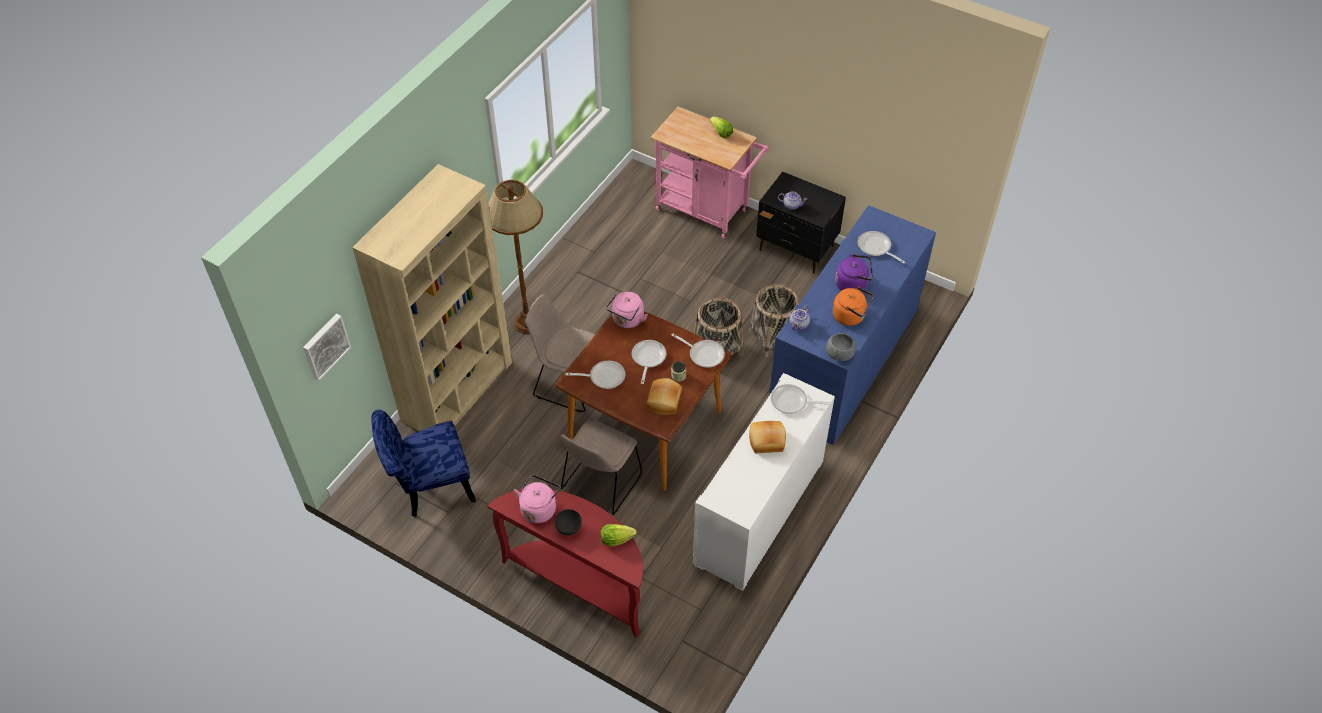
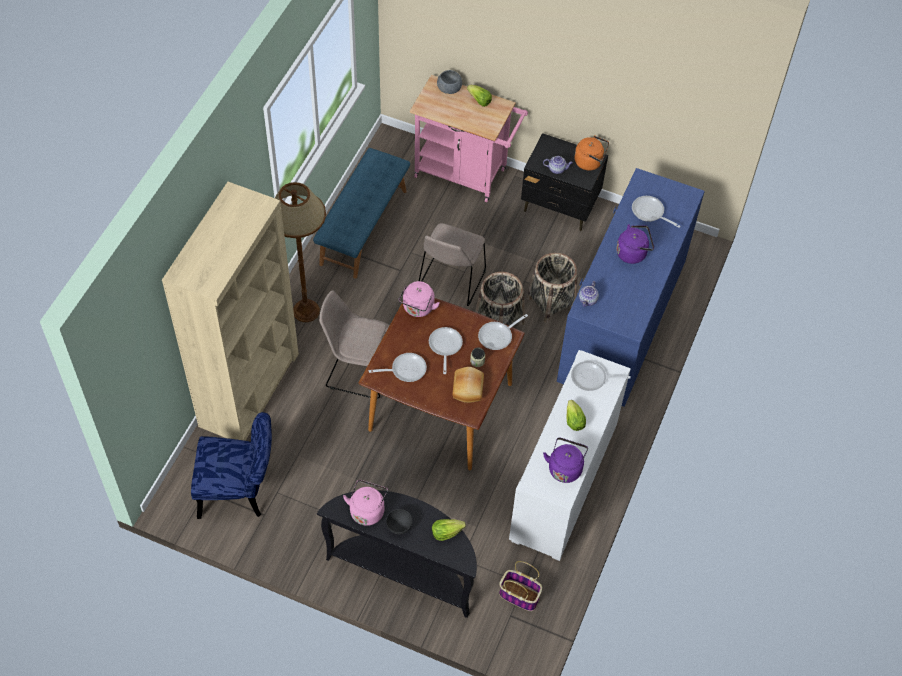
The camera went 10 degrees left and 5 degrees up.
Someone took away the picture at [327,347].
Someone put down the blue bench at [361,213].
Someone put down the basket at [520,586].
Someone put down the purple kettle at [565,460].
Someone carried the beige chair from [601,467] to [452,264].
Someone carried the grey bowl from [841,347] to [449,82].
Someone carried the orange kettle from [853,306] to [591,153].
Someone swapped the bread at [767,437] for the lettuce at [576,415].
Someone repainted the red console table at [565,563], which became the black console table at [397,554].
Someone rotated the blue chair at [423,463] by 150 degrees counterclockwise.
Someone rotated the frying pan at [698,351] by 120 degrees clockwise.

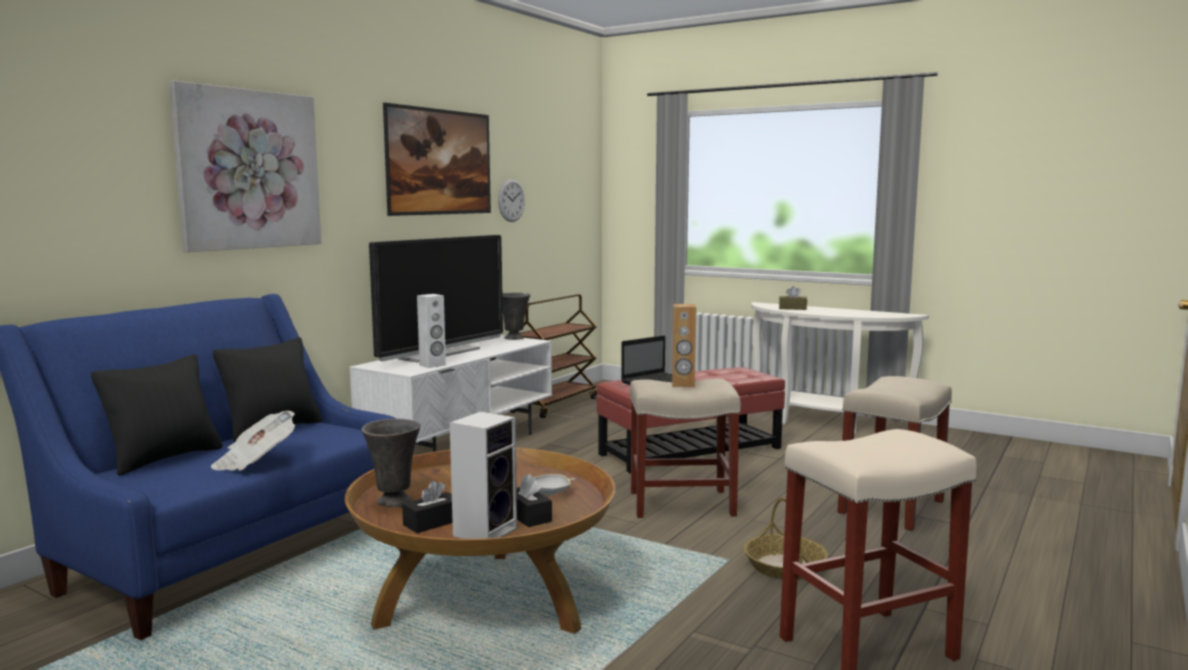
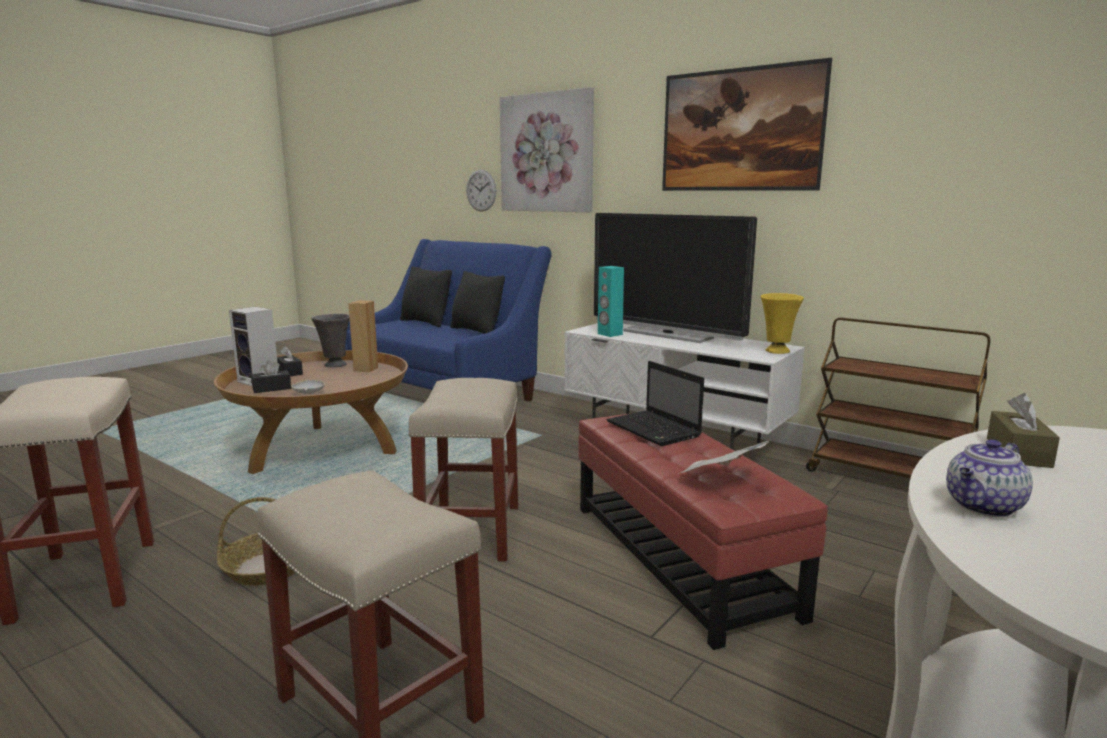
The camera went 95 degrees right and 5 degrees up.
Someone put down the teapot at [989,478].
Someone carried the newspaper from [253,441] to [724,457].
Someone carried the wall clock from [511,200] to [481,191].
Someone carried the brown speaker from [684,346] to [363,336].
Someone repainted the white speaker at [431,331], which became the turquoise speaker at [611,301].
Someone repainted the grey vase at [516,316], which became the yellow vase at [782,323].

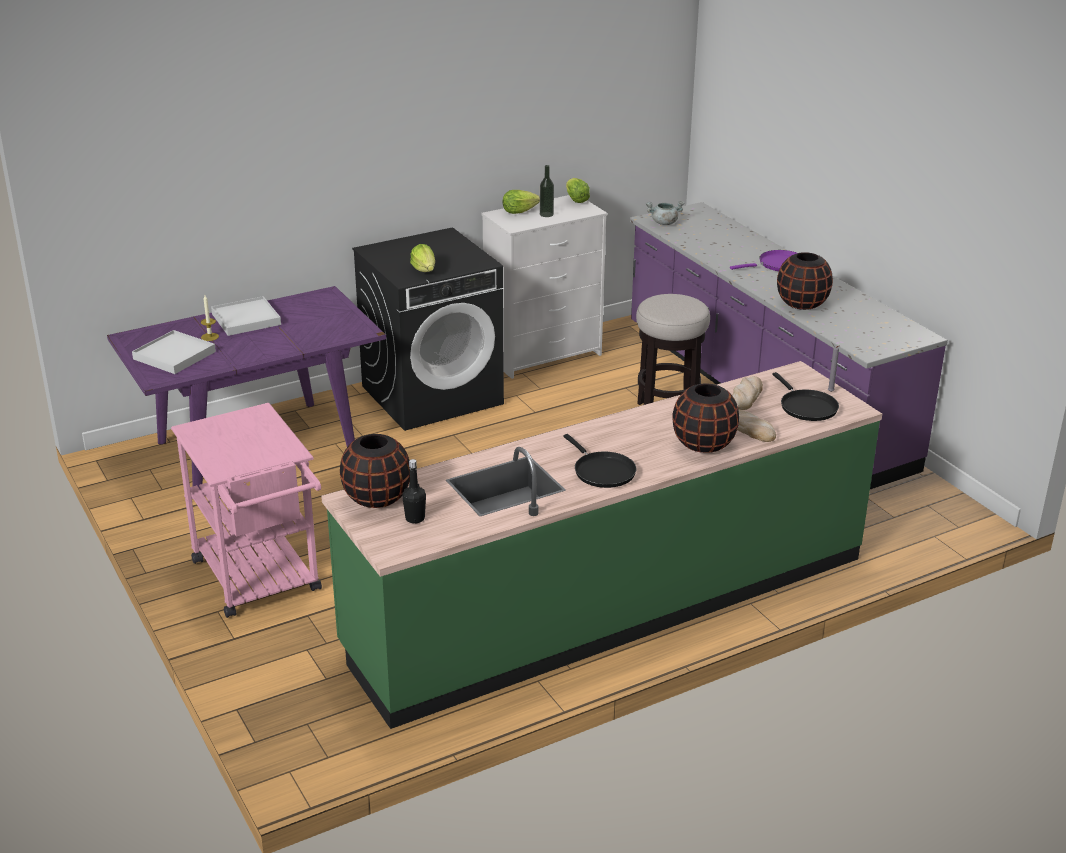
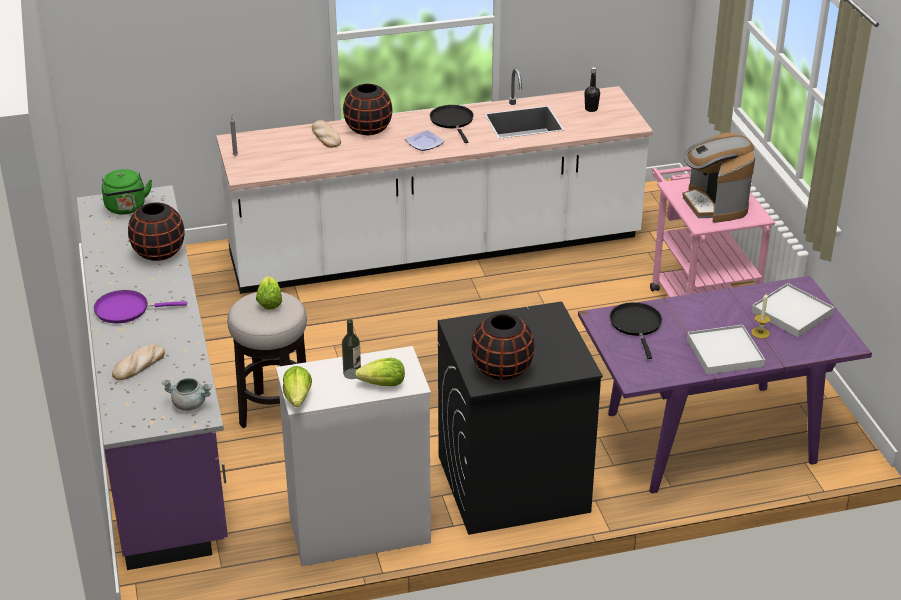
The camera went 165 degrees left and 5 degrees up.
Someone put down the green kettle at [127,192].
Someone put down the plate at [425,140].
Someone put down the coffee machine at [719,178].
Someone carried the black vase from [375,471] to [503,347].
Someone carried the lettuce from [422,258] to [269,293].
Someone carried the bread from [747,393] to [138,362].
Someone carried the black frying pan from [805,396] to [636,330].
Someone repainted the green counter at [601,545], which became the white counter at [434,181].

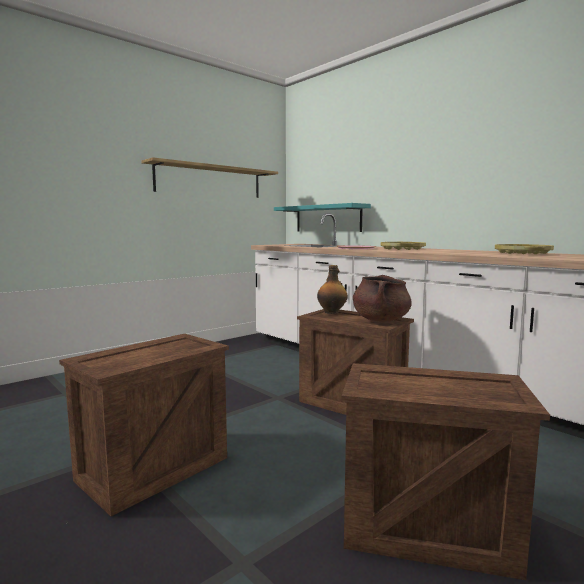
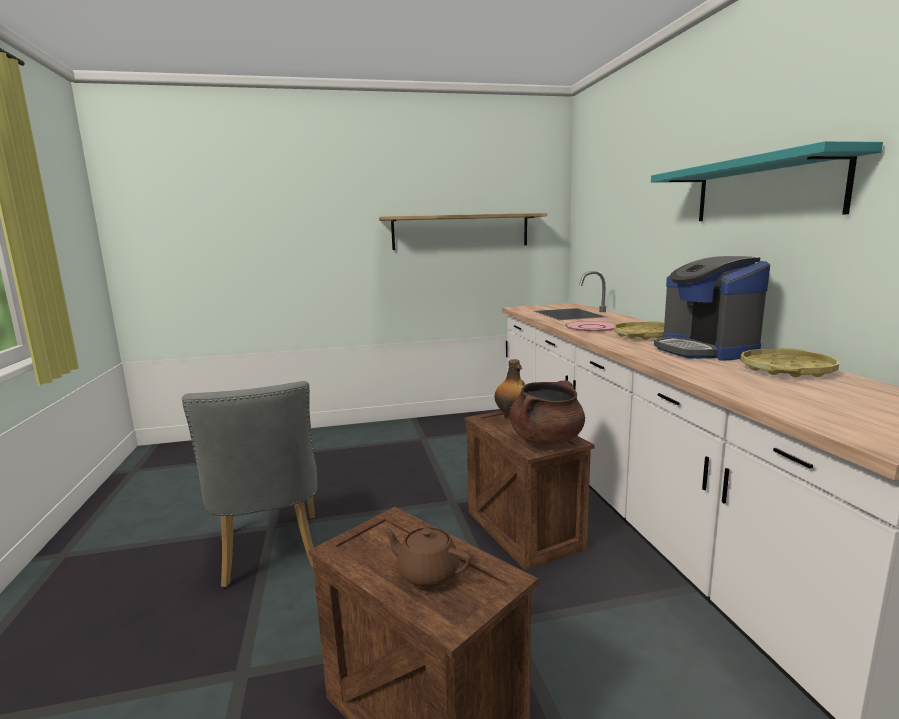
The camera went 30 degrees right and 5 degrees up.
Someone put down the brown teapot at [426,557].
Someone put down the coffee machine at [712,308].
Someone carried the turquoise shelf from [322,217] to [767,181].
Someone swapped the crate at [144,425] for the grey chair at [250,484].

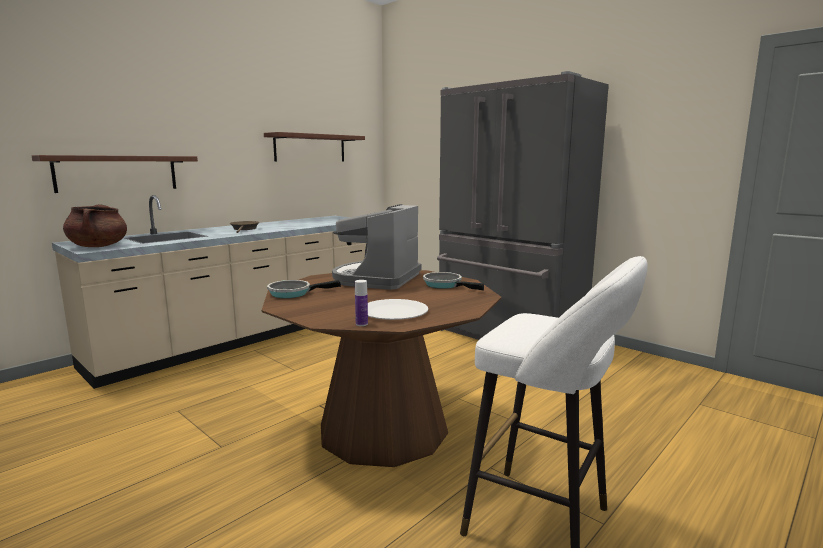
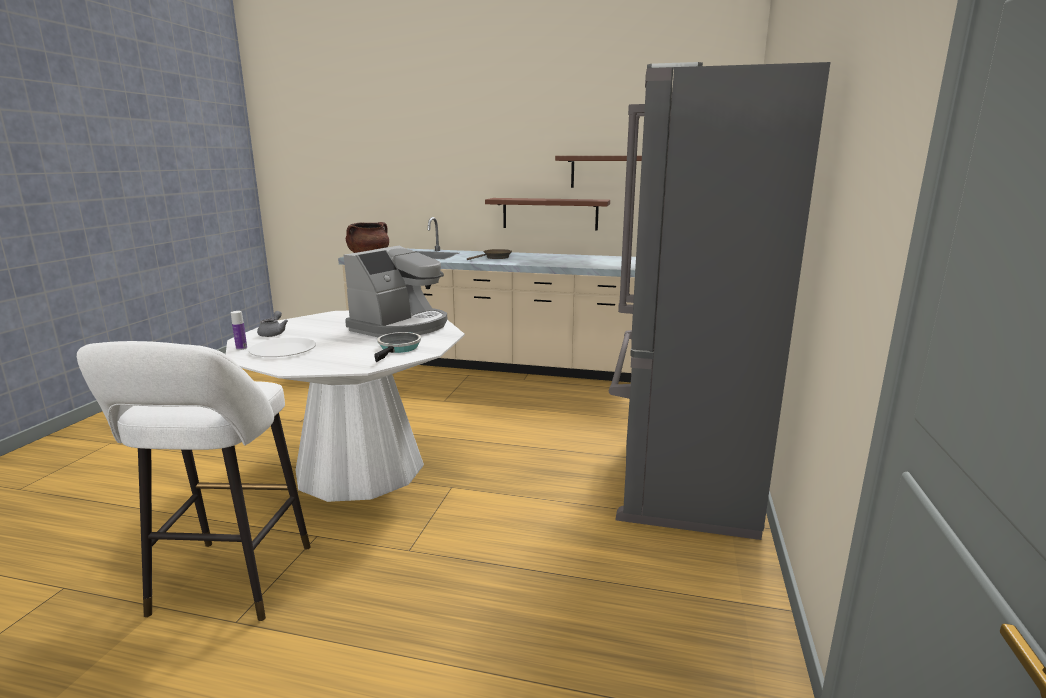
The camera went 60 degrees right and 5 degrees up.
Someone took away the frying pan at [304,289].
Someone put down the grey teapot at [272,324].
Someone carried the brown shelf from [115,174] to [547,214].
Someone repainted the brown dining table at [382,368], which became the white dining table at [345,406].
Someone rotated the coffee machine at [377,247] by 135 degrees clockwise.

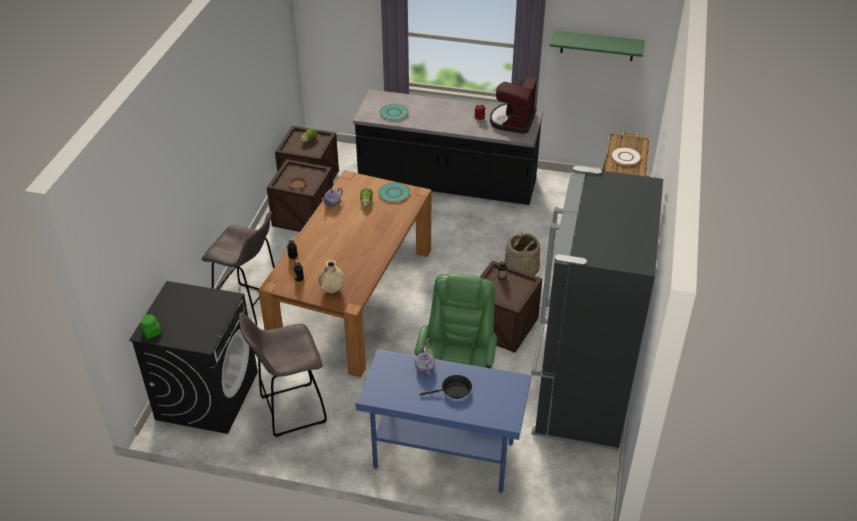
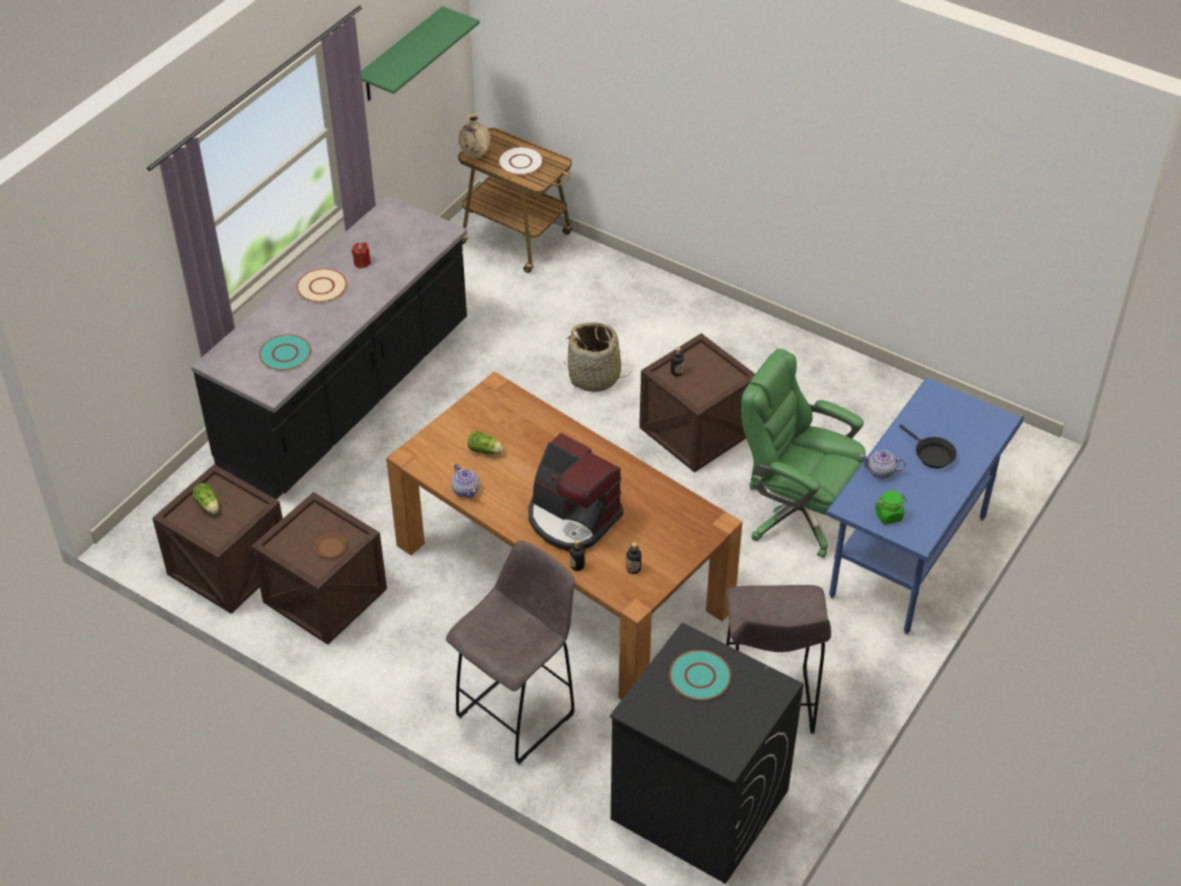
The camera went 70 degrees left and 5 degrees up.
Someone took away the black fridge at [597,308].
Someone put down the beige plate at [322,285].
Someone carried the green jar from [151,326] to [891,507].
Someone carried the beige vase from [331,276] to [475,135].
Someone carried the turquoise plate from [394,192] to [700,675].
Someone carried the coffee machine from [513,105] to [575,492].
Someone rotated the black frying pan at [446,387] by 135 degrees clockwise.

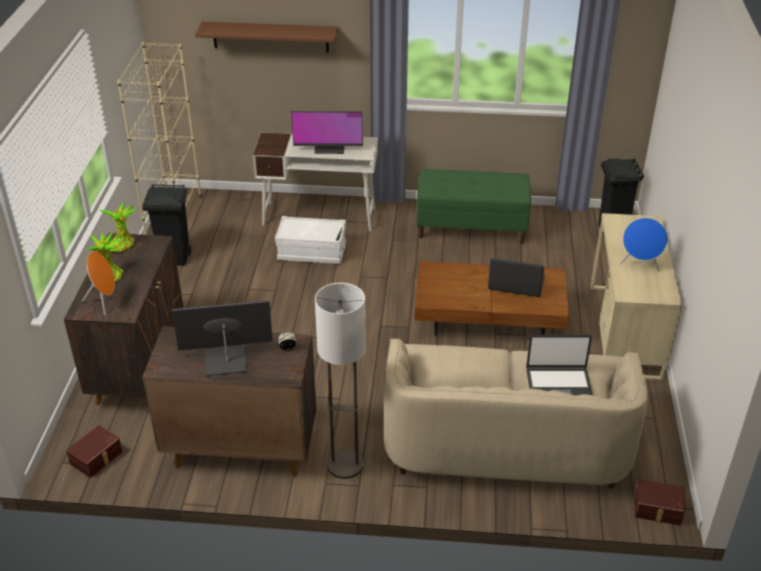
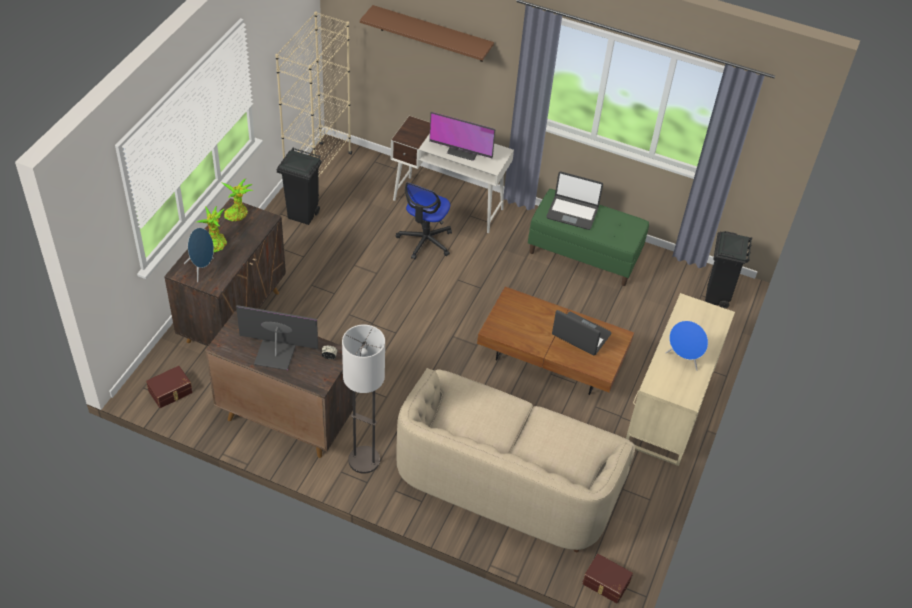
The camera went 15 degrees right and 10 degrees up.
Someone carried the laptop from [559,365] to [574,201].
Someone swapped the white storage box at [310,240] for the office chair at [424,221].
Someone repainted the orange speaker at [98,283], which became the blue speaker at [199,255].

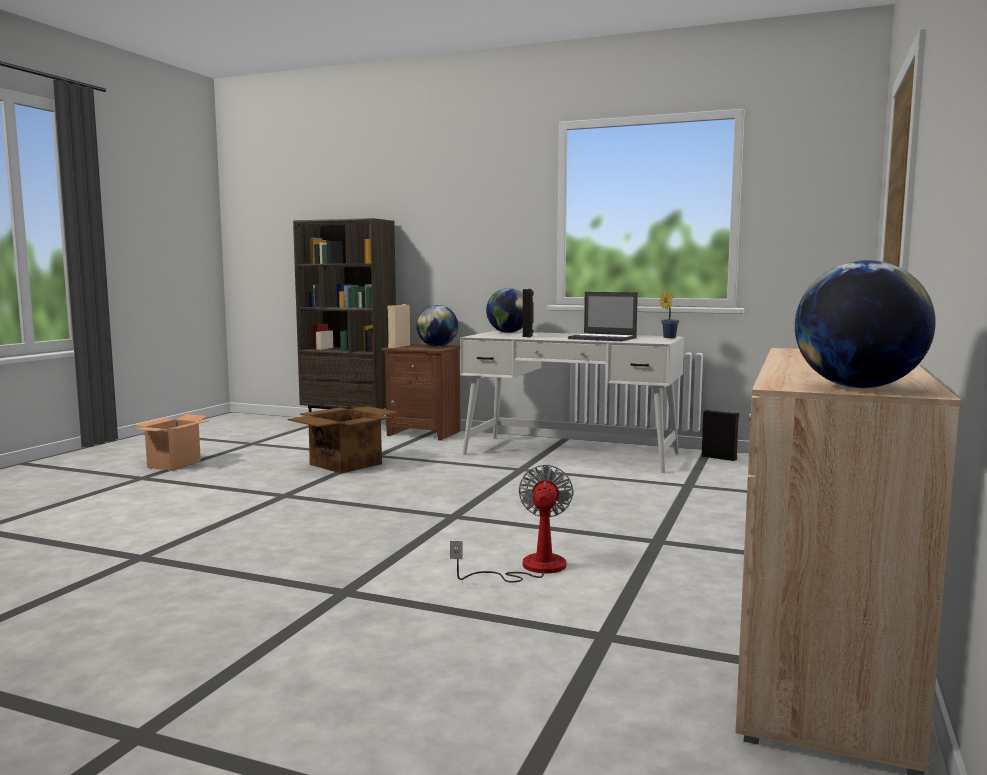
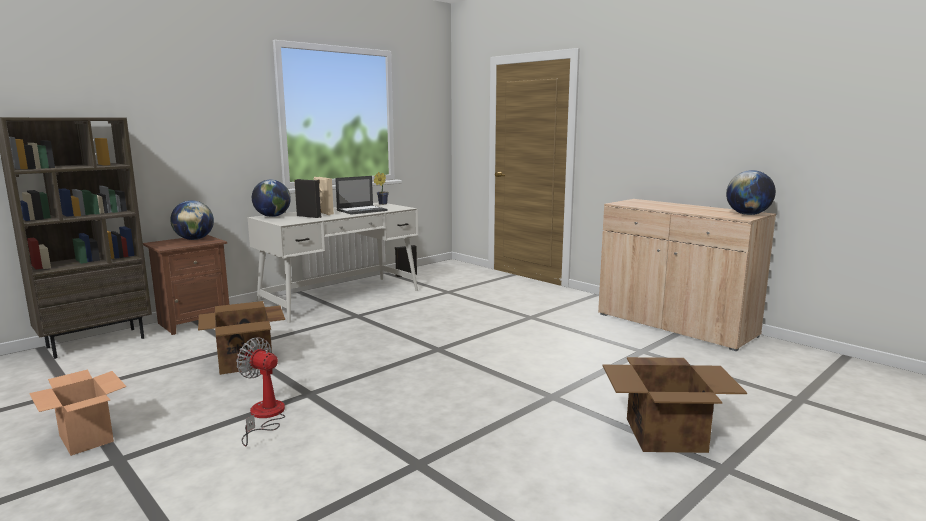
The camera went 65 degrees left and 5 degrees up.
Someone put down the cardboard box at [675,405].
Someone carried the beige speaker from [398,326] to [324,196].
Someone carried the fan from [512,523] to [260,392].

